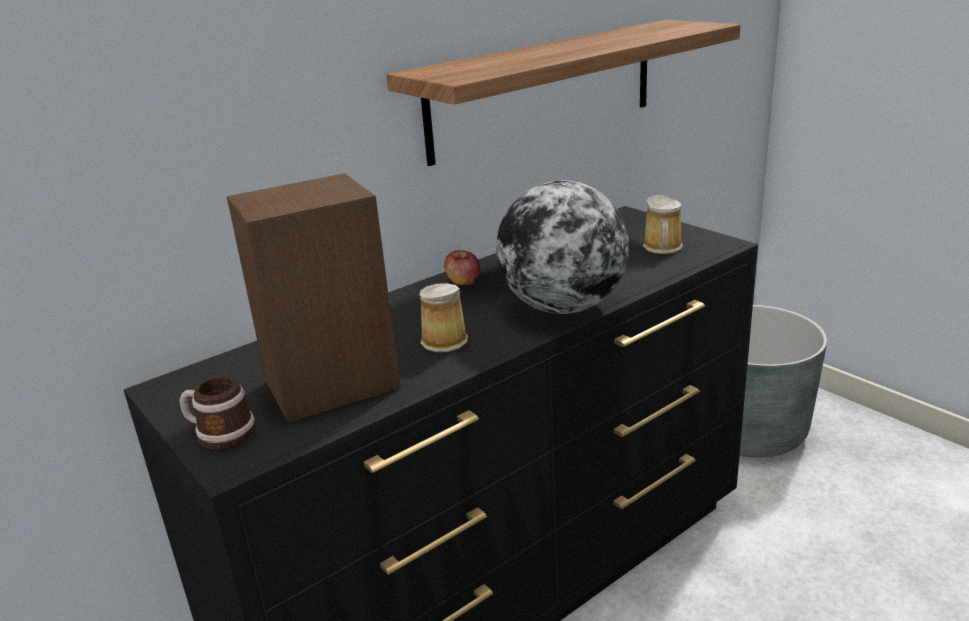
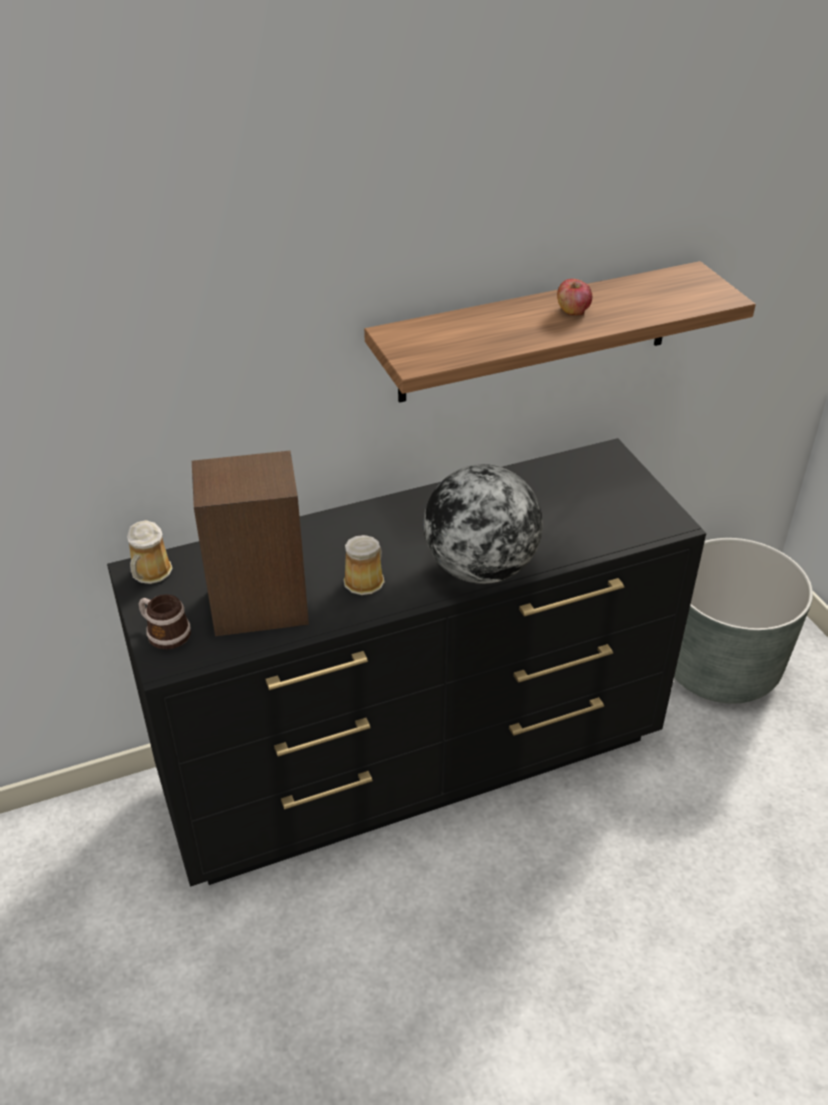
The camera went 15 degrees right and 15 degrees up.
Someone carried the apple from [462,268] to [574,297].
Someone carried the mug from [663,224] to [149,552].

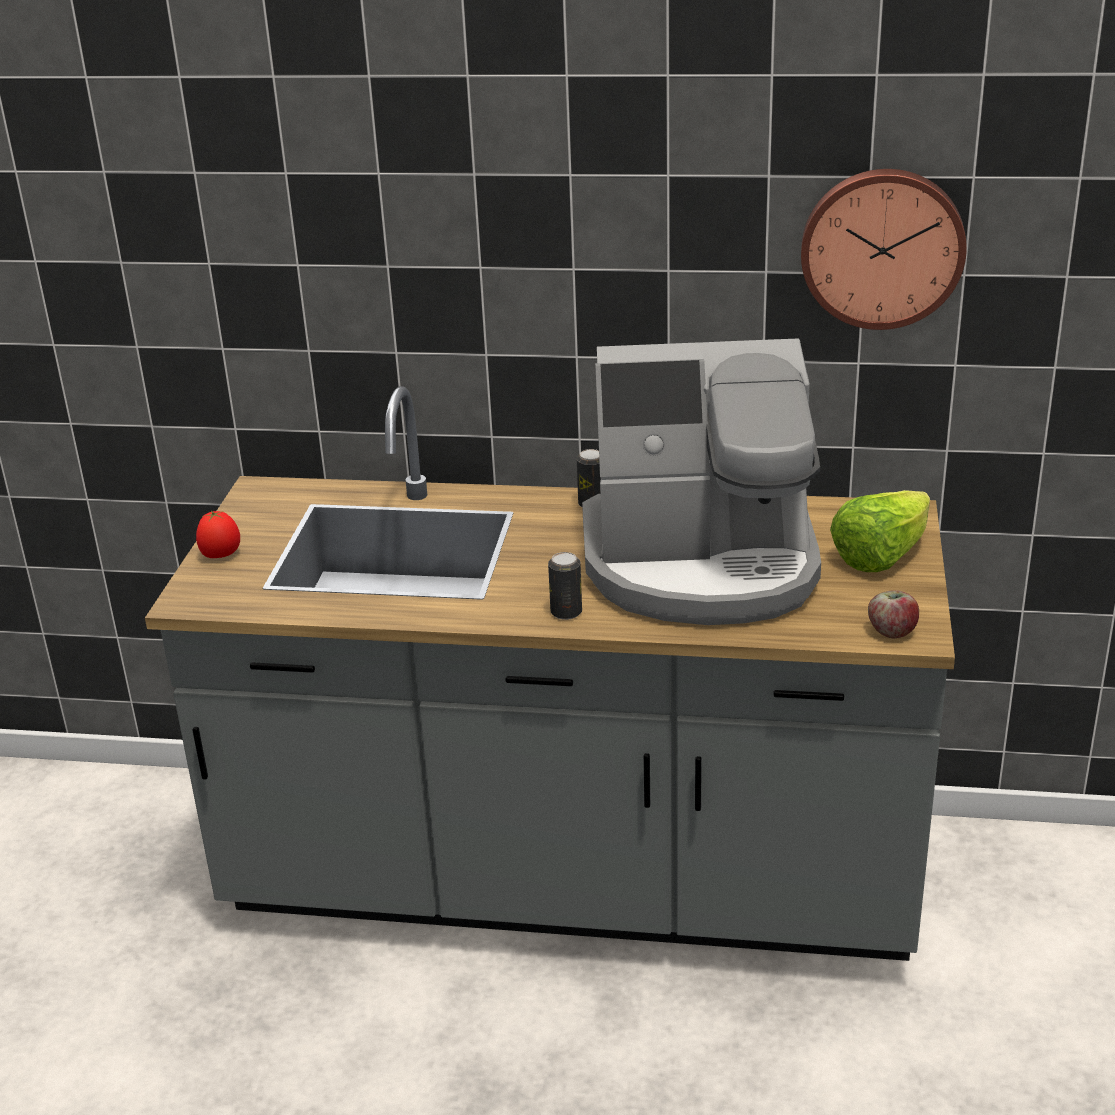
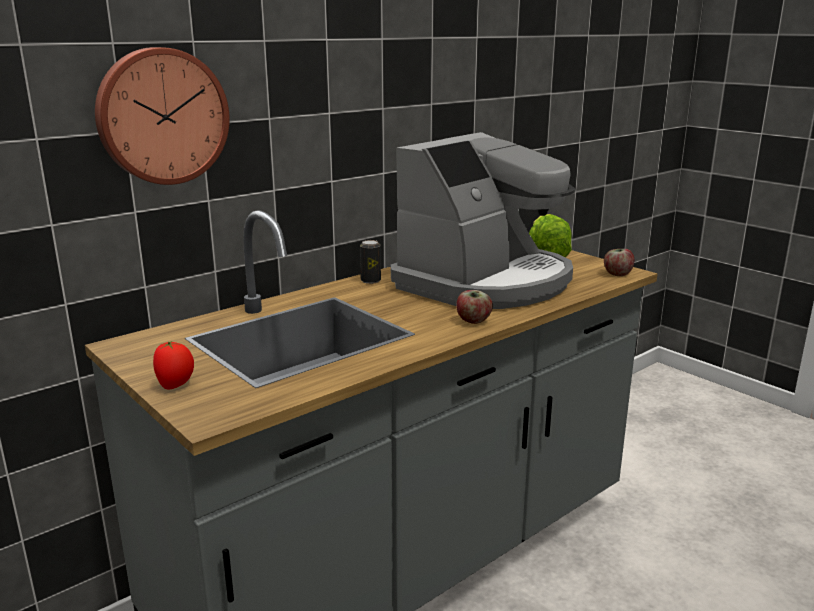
The camera went 50 degrees left and 10 degrees down.
Someone carried the wall clock from [884,249] to [162,116].
Someone swapped the can at [565,586] for the apple at [474,307].

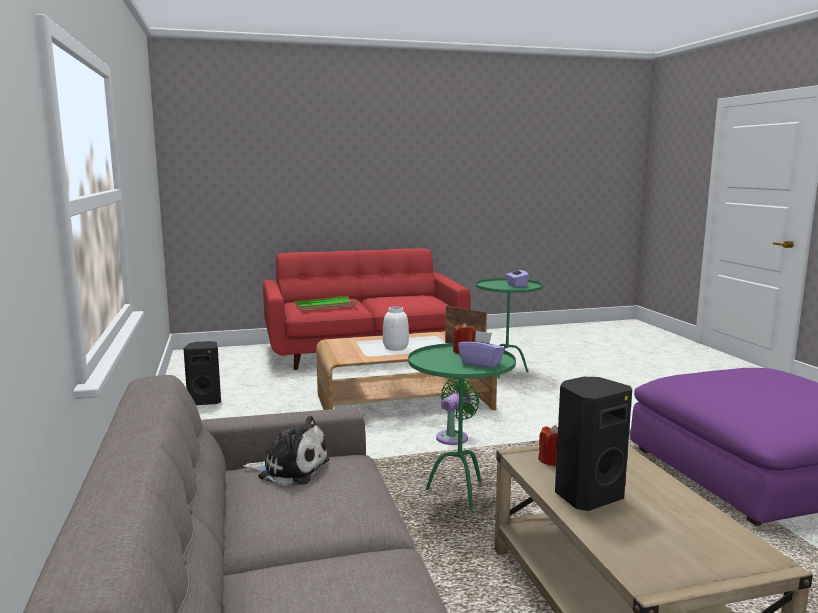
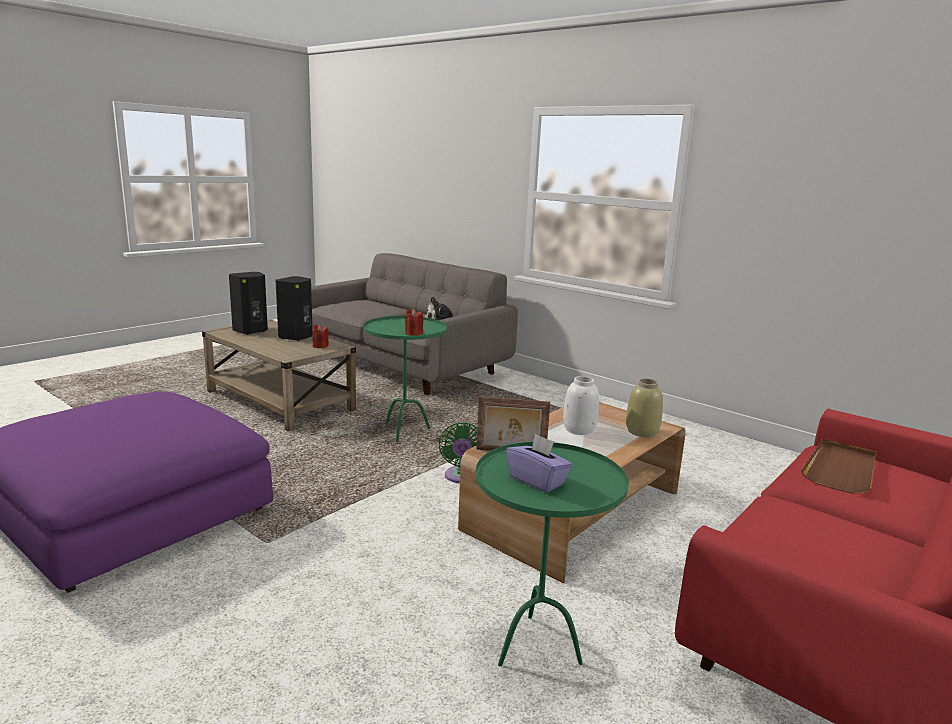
The camera went 145 degrees right and 5 degrees up.
Someone took away the purple tissue box at [481,349].
Someone put down the beige vase at [644,407].
Someone carried the black speaker from [202,373] to [248,303].
Someone repainted the green tray at [326,303], which became the brown tray at [838,466].

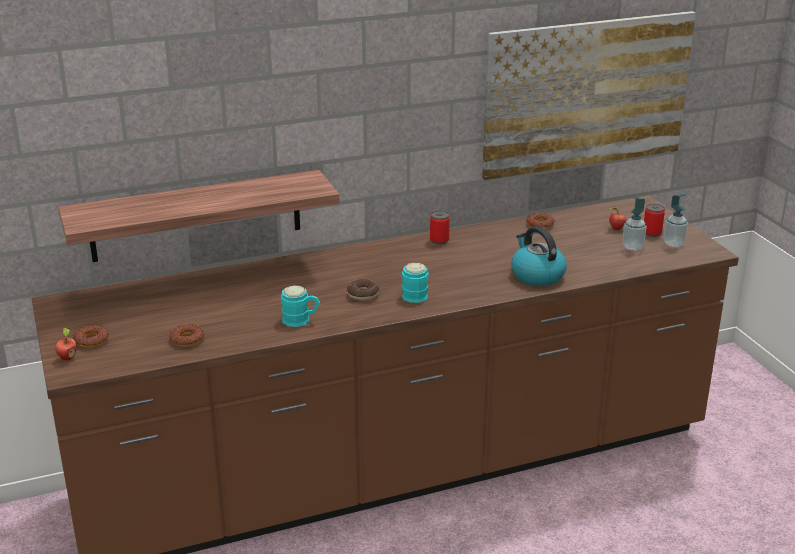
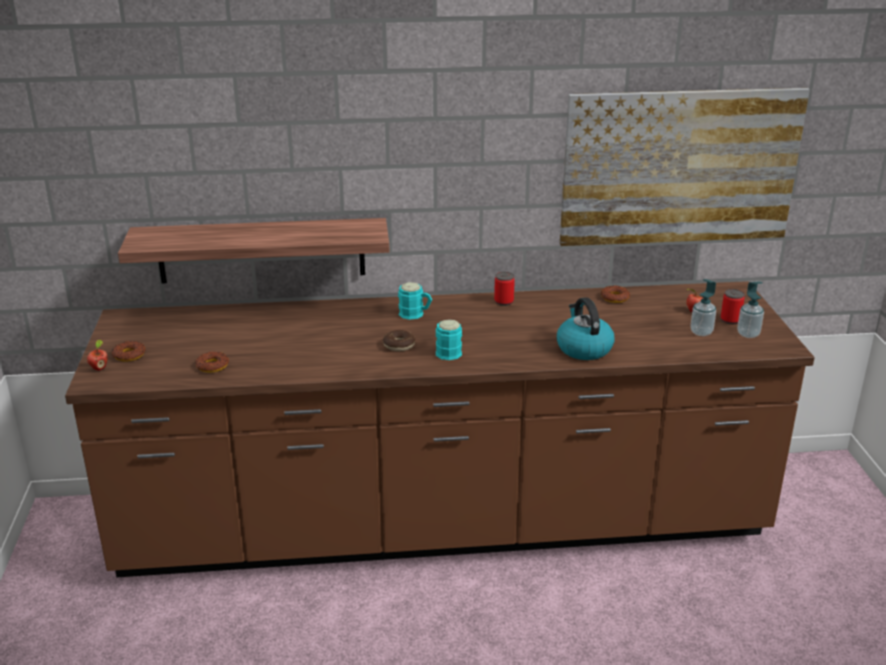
The camera went 15 degrees right and 0 degrees up.
Someone carried the turquoise mug from [300,306] to [415,301].

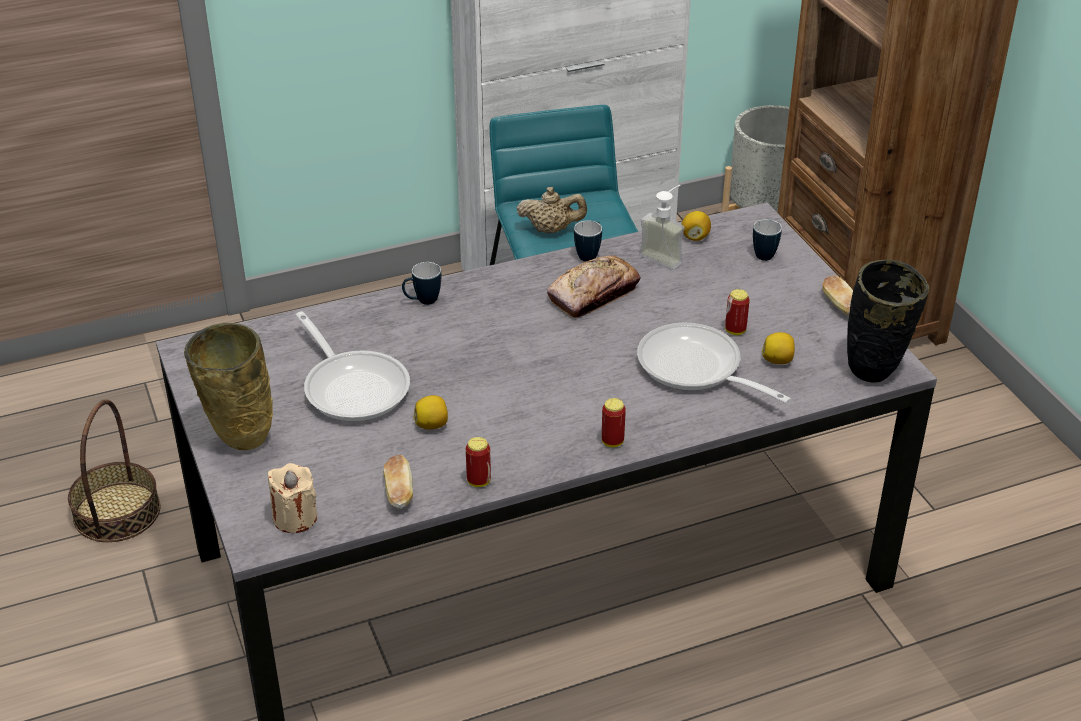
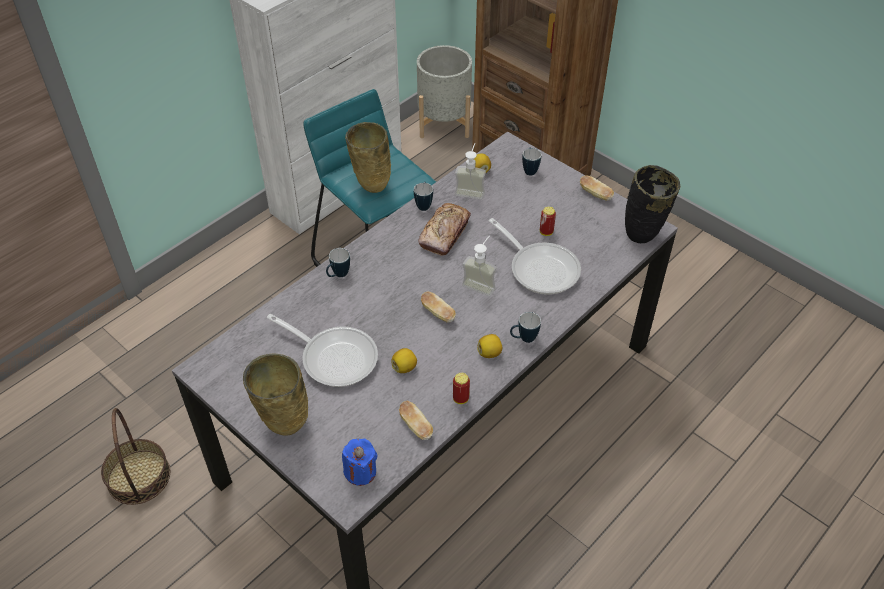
The camera went 25 degrees left and 10 degrees up.
Someone put down the bread at [438,306].
Someone put down the soap dispenser at [479,266].
Someone carried the lemon from [778,348] to [489,346].
Someone swapped the beige teapot at [551,210] for the beige vase at [368,157].
Someone swapped the can at [614,422] for the mug at [525,327].
Someone repainted the beige candle at [292,498], which became the blue candle at [360,462].
Someone rotated the frying pan at [714,363] by 150 degrees counterclockwise.

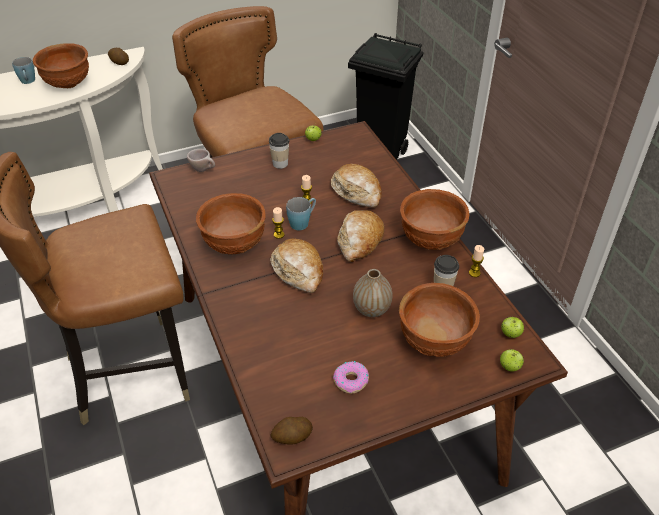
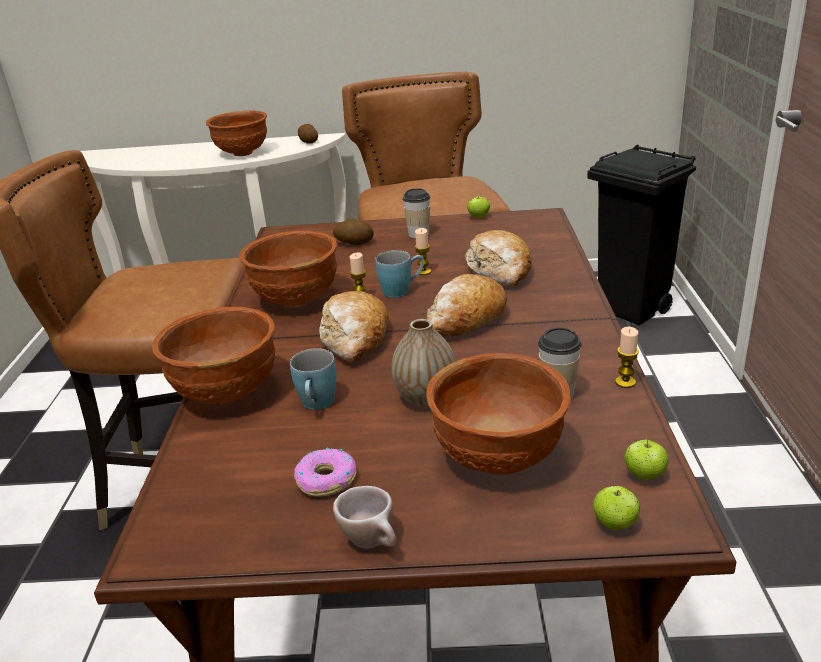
The camera went 25 degrees right and 15 degrees down.
Someone carried the blue mug from [23,70] to [313,379].
Someone carried the beige cup from [201,160] to [364,517].
Someone carried the potato from [291,431] to [353,231].
Someone carried the brown bowl from [434,219] to [213,355].

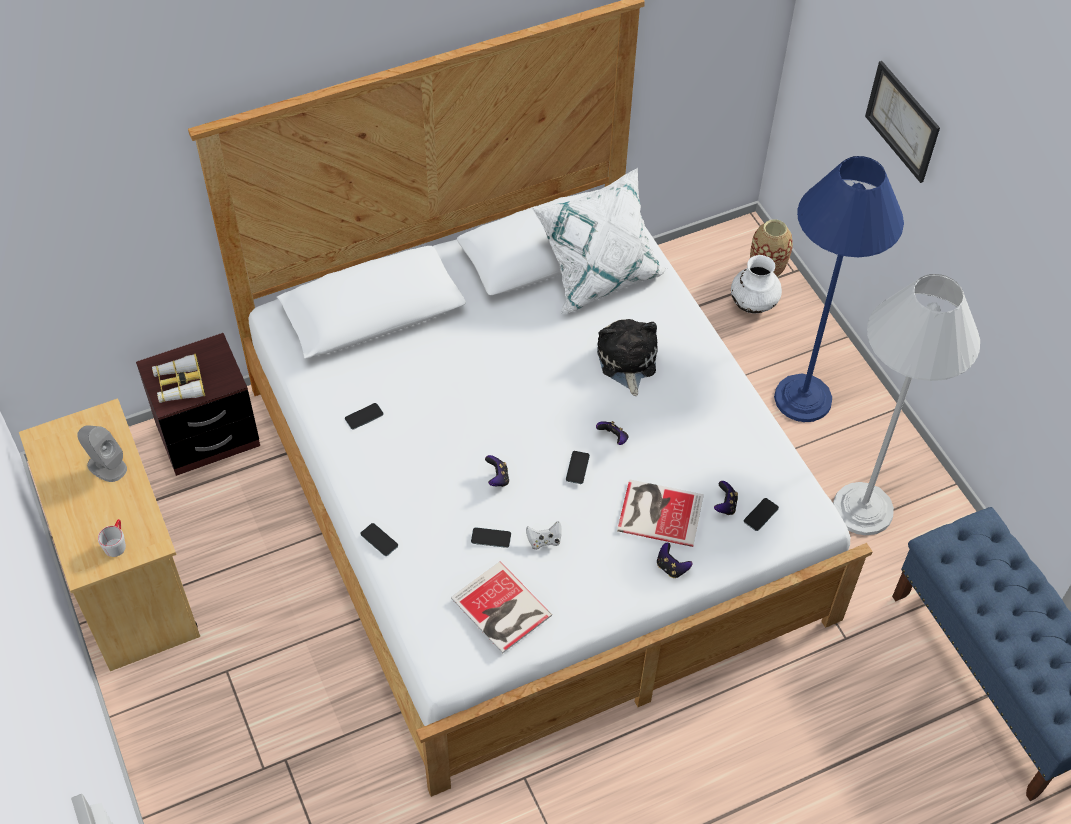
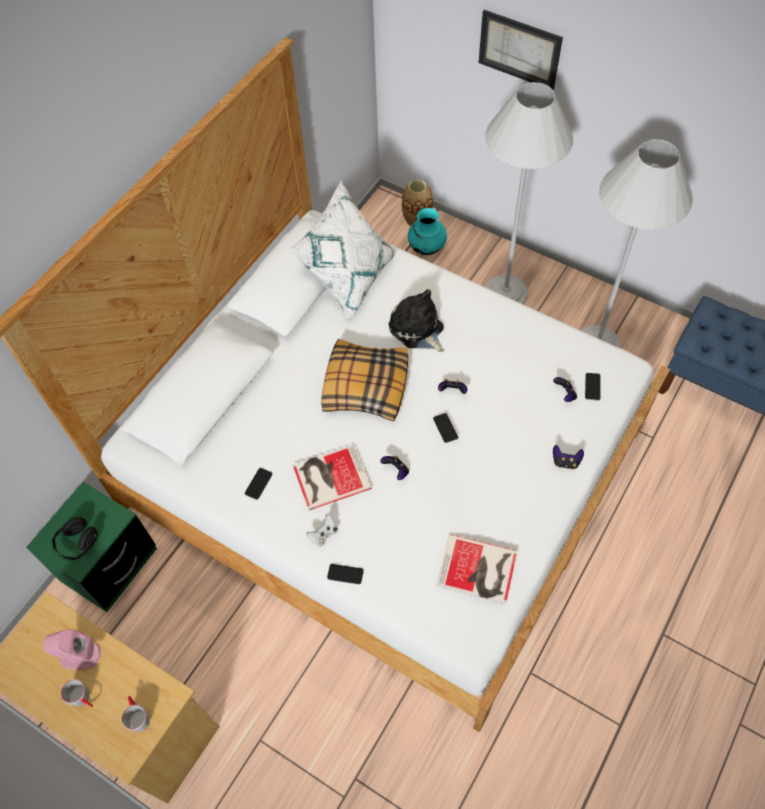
The camera went 30 degrees left and 5 degrees up.
Someone took away the phone at [491,537].
Someone put down the grey mug at [77,693].
Someone put down the pillow at [364,380].
Someone carried the white game controller from [544,535] to [321,530].
Someone carried the book from [660,513] to [332,477].
Someone swapped the binoculars at [179,378] for the black headphones at [74,538].
Someone repainted the grey speaker at [102,453], which became the pink speaker at [72,649].
Someone repainted the brown nightstand at [198,404], which became the green nightstand at [91,547].
Someone repainted the white vase at [756,284], which became the turquoise vase at [427,231].
Someone repainted the blue floor lamp at [839,289], which became the white floor lamp at [529,193].

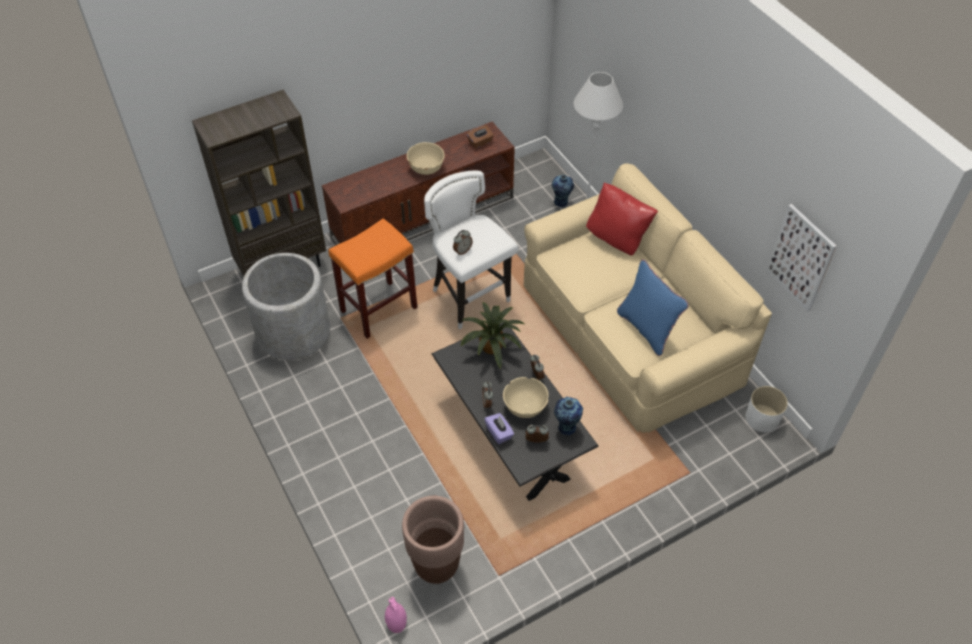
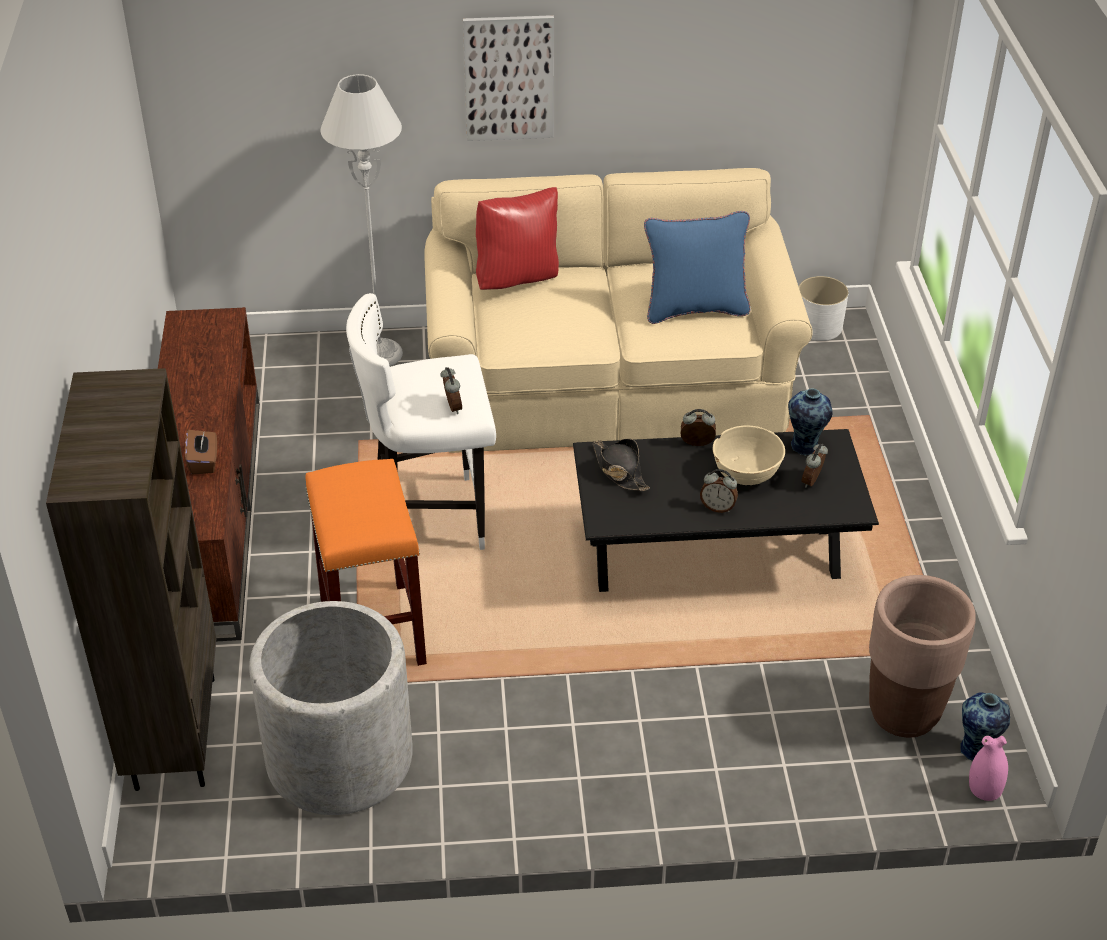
The camera went 65 degrees left and 10 degrees down.
Someone took away the beige bowl at [426,158].
Someone took away the purple tissue box at [499,428].
Someone carried the brown tissue box from [480,136] to [201,452].
Someone carried the vase from [563,191] to [985,726].
Someone carried the picture from [802,258] to [508,78].
Someone swapped the potted plant at [493,335] for the black hat at [621,465].

